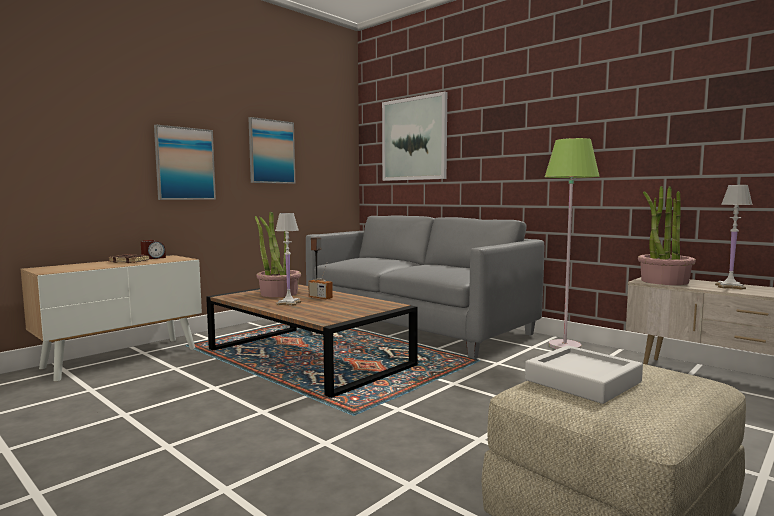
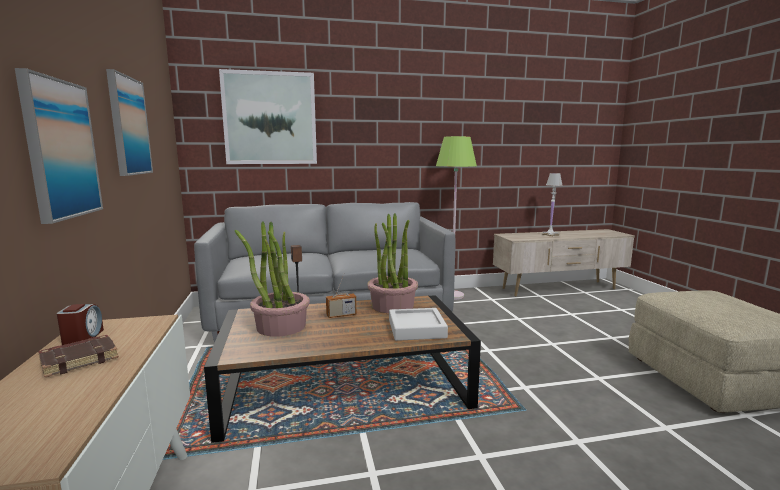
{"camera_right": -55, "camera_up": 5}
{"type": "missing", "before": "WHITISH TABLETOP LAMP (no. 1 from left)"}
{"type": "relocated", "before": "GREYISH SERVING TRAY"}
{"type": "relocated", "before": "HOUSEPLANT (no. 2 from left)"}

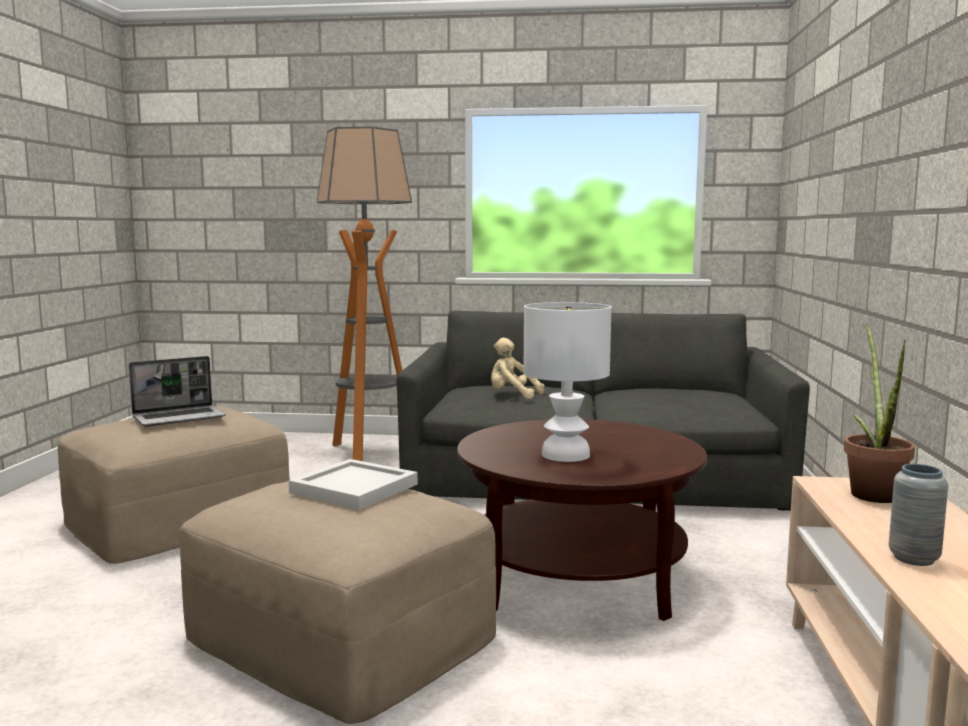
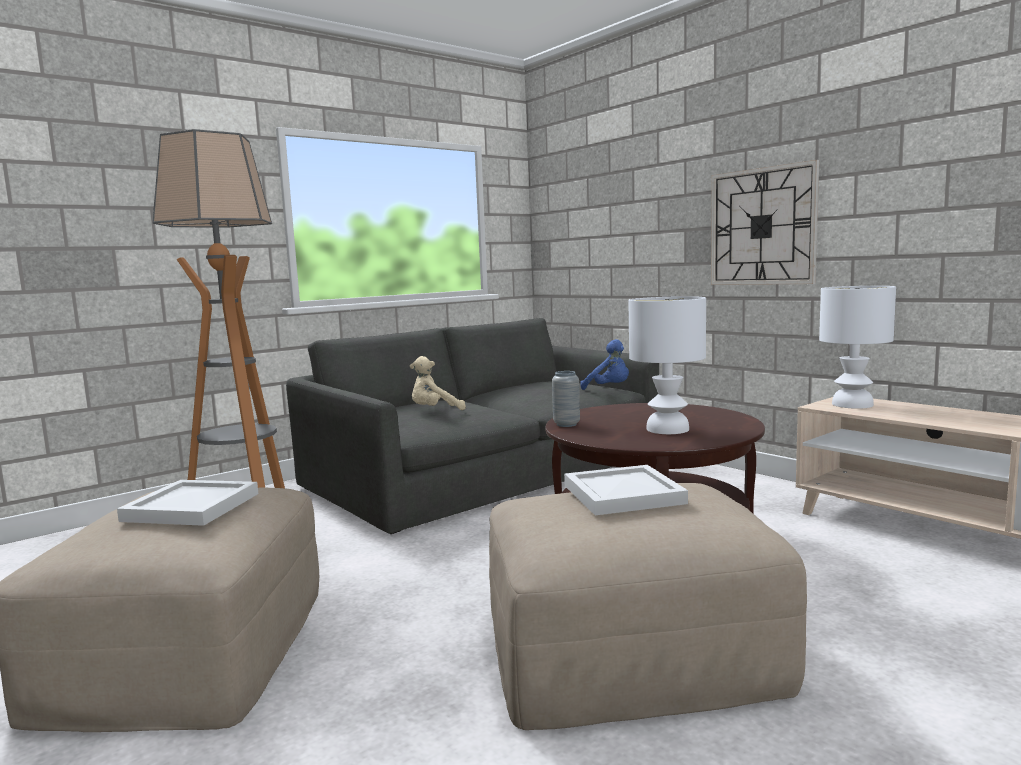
{"camera_right": -45, "camera_up": 0}
{"type": "exchanged", "before": "PORTABLE COMPUTER", "after": "WHITISH SERVING TRAY (no. 1 from left)"}
{"type": "exchanged", "before": "HOUSEPLANT", "after": "WHITISH TABLETOP LAMP (no. 2 from left)"}
{"type": "relocated", "before": "GREYISH FLOWER VASE"}
{"type": "appeared", "after": "BLUE-COLOURED CUDDLY TOY"}
{"type": "appeared", "after": "HANGING CLOCK"}

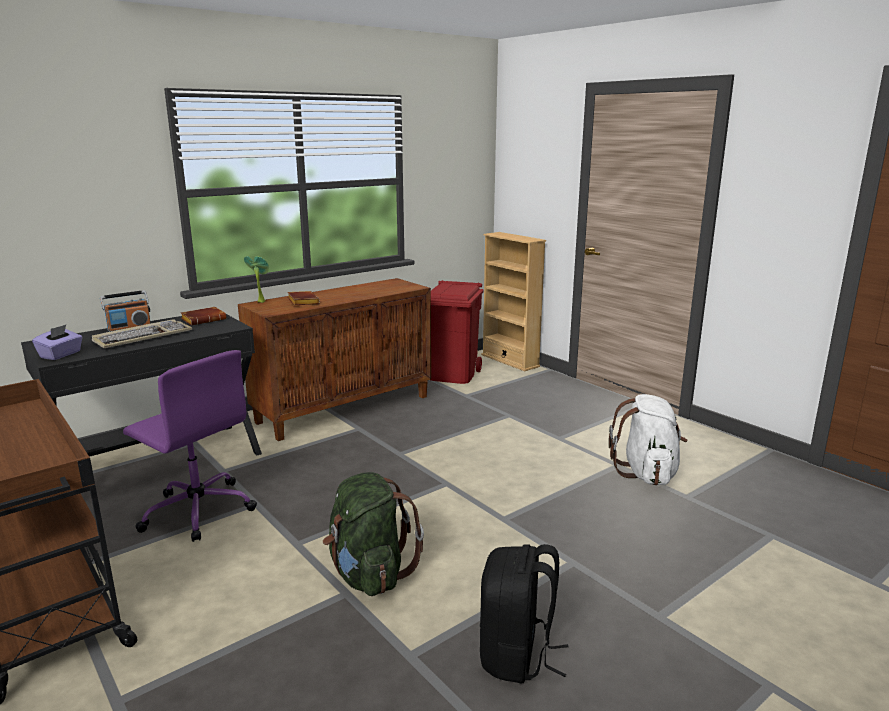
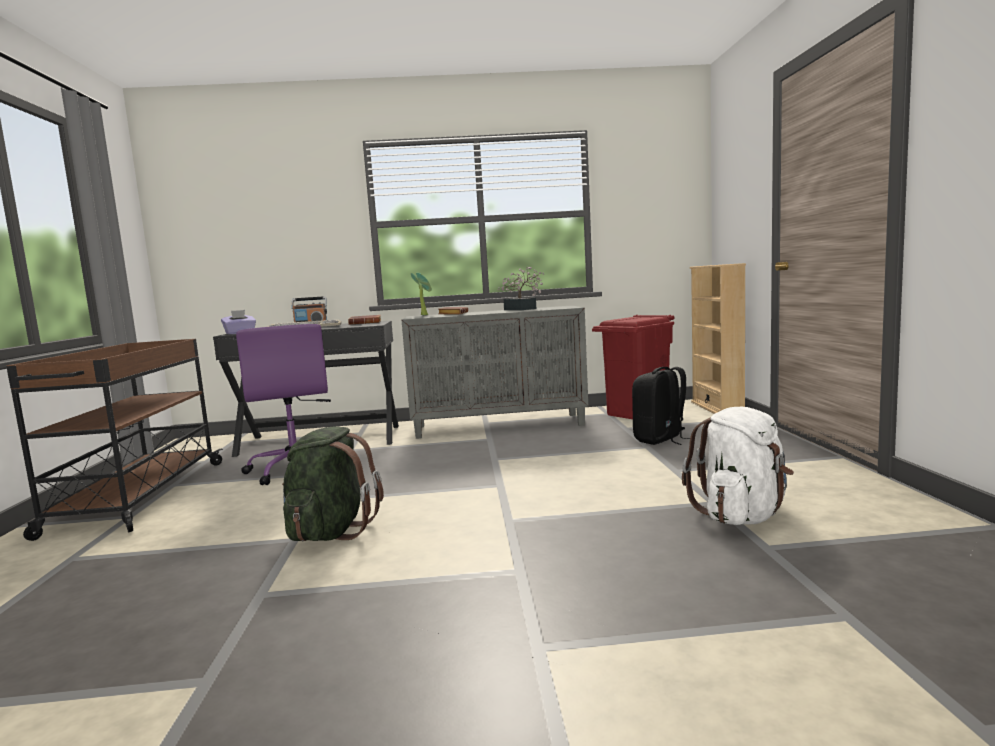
{"camera_right": 35, "camera_up": -10}
{"type": "colour", "before": "BROWN STORAGE CABINET", "after": "GREYISH STORAGE CABINET"}
{"type": "relocated", "before": "BLACK-COLOURED RUCKSACK"}
{"type": "appeared", "after": "HOUSEPLANT (no. 2 from left)"}

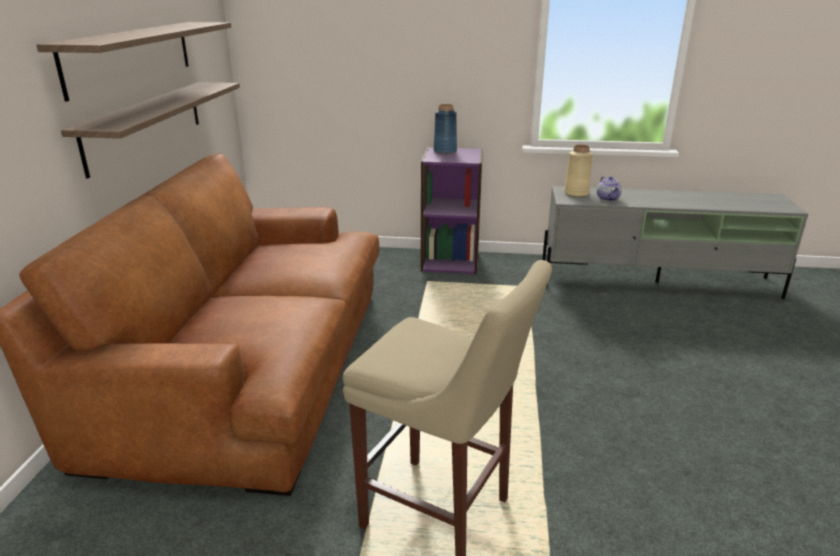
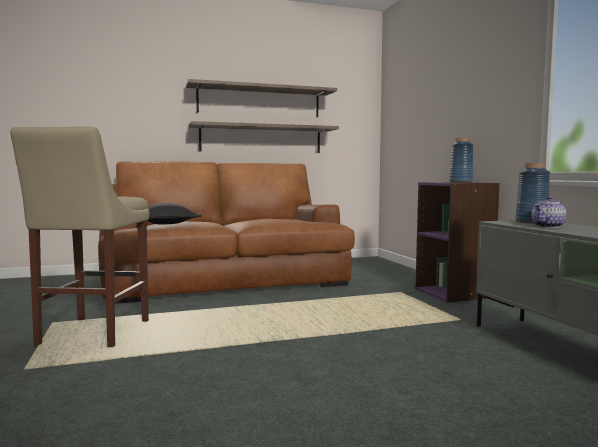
{"camera_right": 65, "camera_up": -20}
{"type": "colour", "before": "BEIGE FLOWER VASE", "after": "BLUE-COLOURED FLOWER VASE (no. 2 from left)"}
{"type": "appeared", "after": "BLACK-COLOURED PILLOW"}

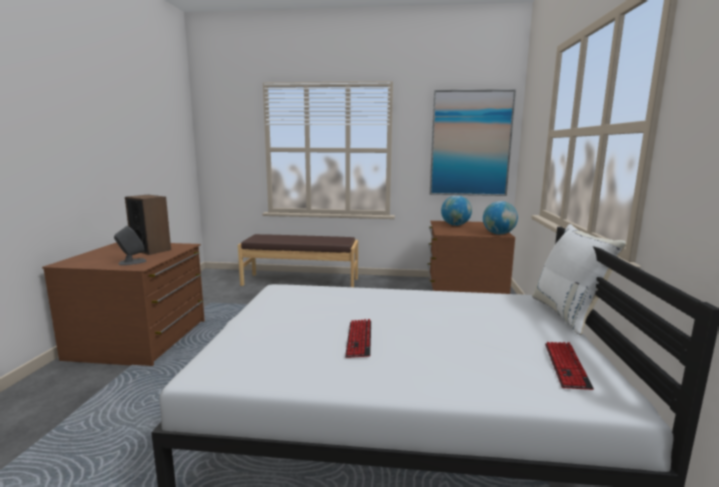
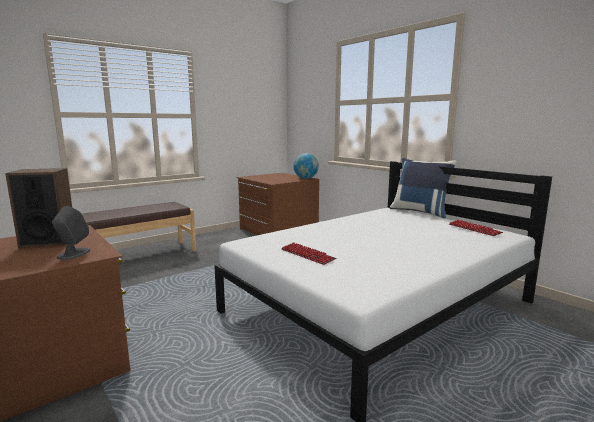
{"camera_right": -45, "camera_up": 0}
{"type": "relocated", "before": "KEYBOARD (no. 1 from left)"}
{"type": "missing", "before": "WALL PICTURE"}
{"type": "missing", "before": "DESK GLOBE (no. 1 from left)"}
{"type": "colour", "before": "WHITISH PILLOW", "after": "BLUE-COLOURED PILLOW"}

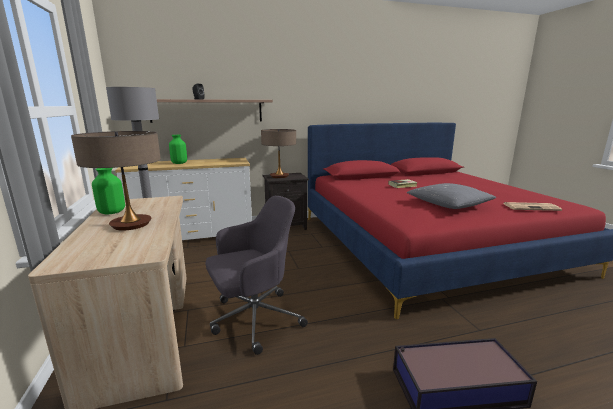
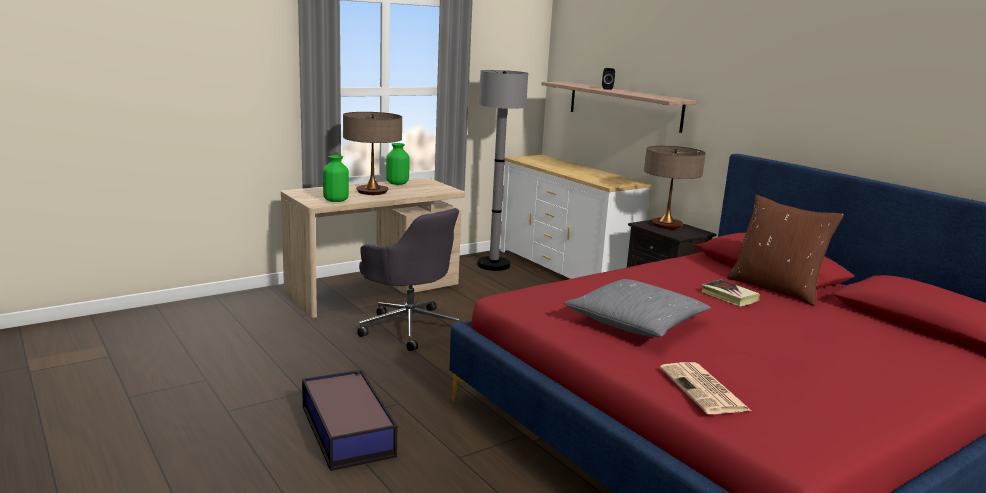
{"camera_right": 70, "camera_up": 0}
{"type": "relocated", "before": "GREENISH FLOWER VASE (no. 2 from left in the first image)", "after": "GREENISH FLOWER VASE (no. 1 from left)"}
{"type": "appeared", "after": "BROWN PILLOW"}

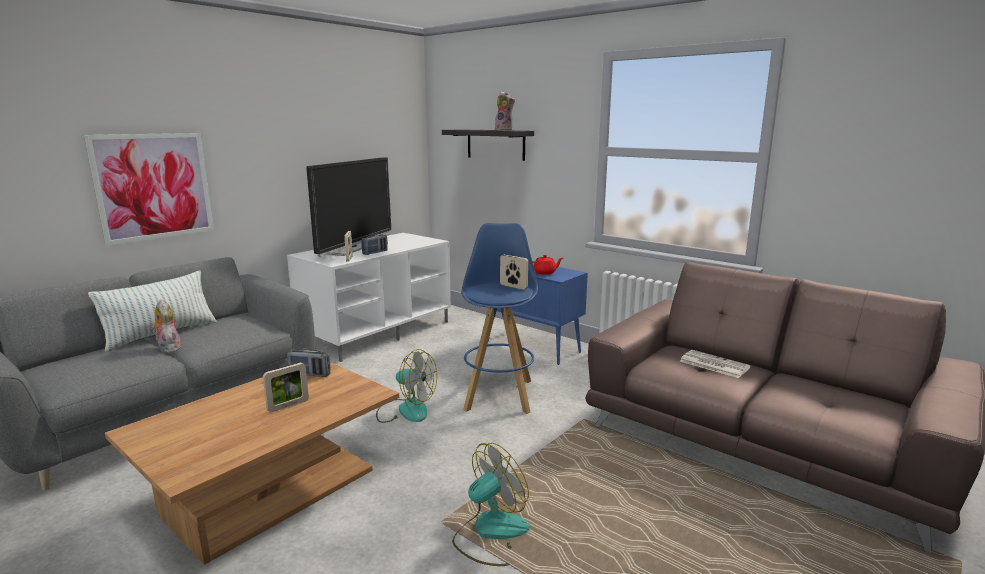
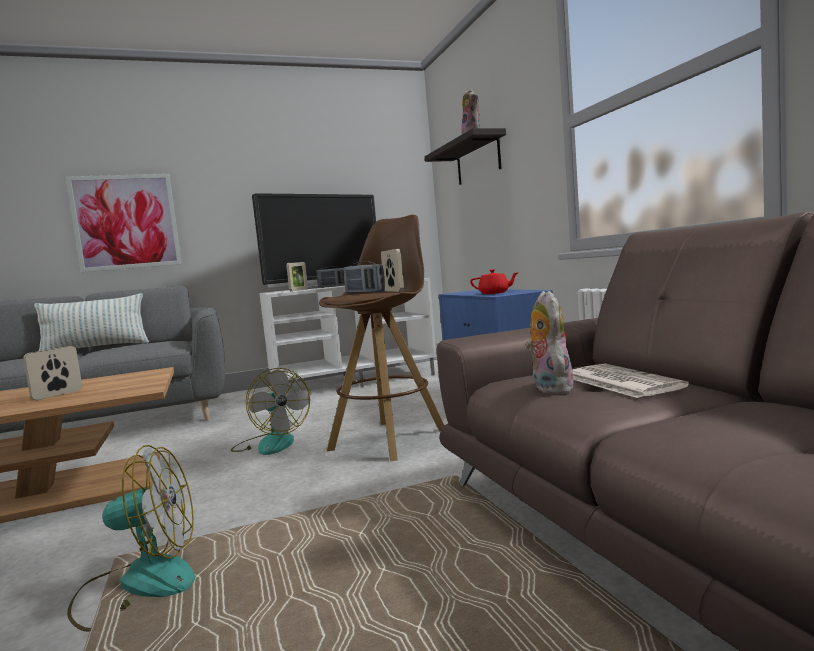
{"camera_right": 30, "camera_up": -10}
{"type": "relocated", "before": "CUDDLY TOY (no. 1 from left in the first image)", "after": "CUDDLY TOY (no. 2 from left)"}
{"type": "spun", "before": "STANDING FRAME (no. 1 from left)", "turn": 135}
{"type": "relocated", "before": "RADIO RECEIVER (no. 1 from left in the first image)", "after": "RADIO RECEIVER (no. 2 from left)"}
{"type": "colour", "before": "BLUE-COLOURED STOOL SEAT", "after": "BROWN STOOL SEAT"}

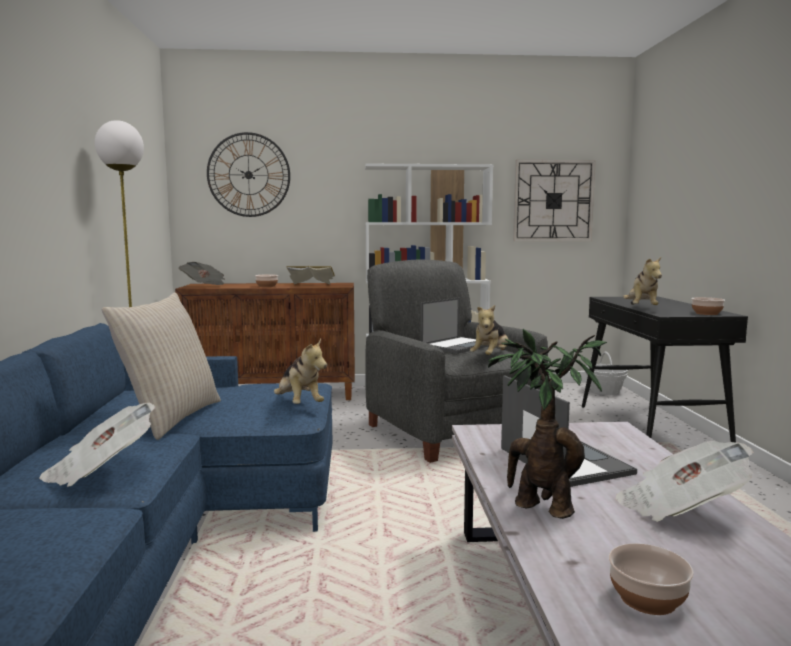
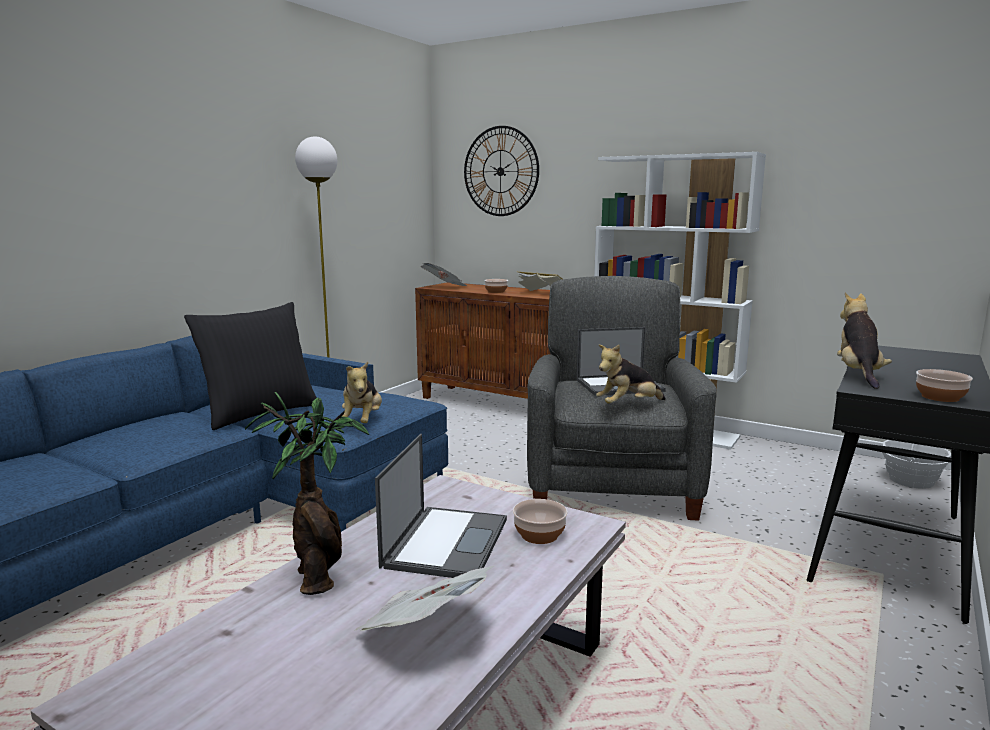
{"camera_right": 35, "camera_up": 5}
{"type": "missing", "before": "DAILY PAPER (no. 1 from left)"}
{"type": "colour", "before": "BEIGE PILLOW", "after": "BLACK-COLOURED PILLOW"}
{"type": "missing", "before": "HANGING CLOCK (no. 2 from left)"}
{"type": "relocated", "before": "BOWL (no. 2 from left)"}
{"type": "spun", "before": "CUDDLY TOY (no. 3 from left)", "turn": 150}

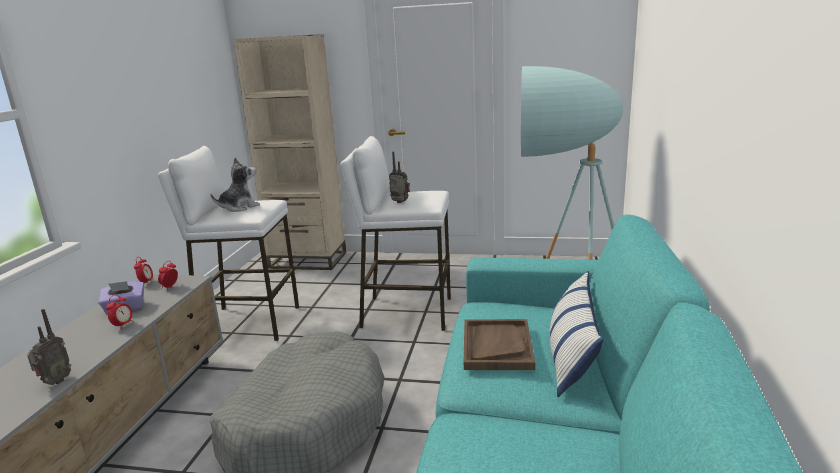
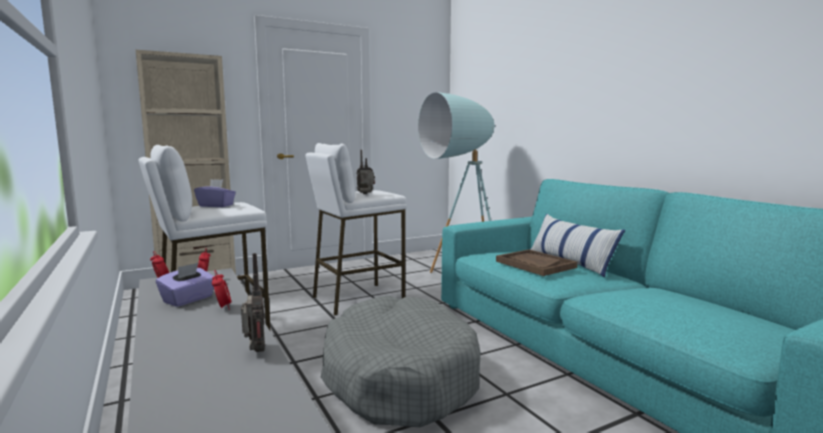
{"camera_right": -40, "camera_up": -10}
{"type": "exchanged", "before": "CUDDLY TOY", "after": "PURPLE TISSUE HOLDER (no. 2 from left)"}

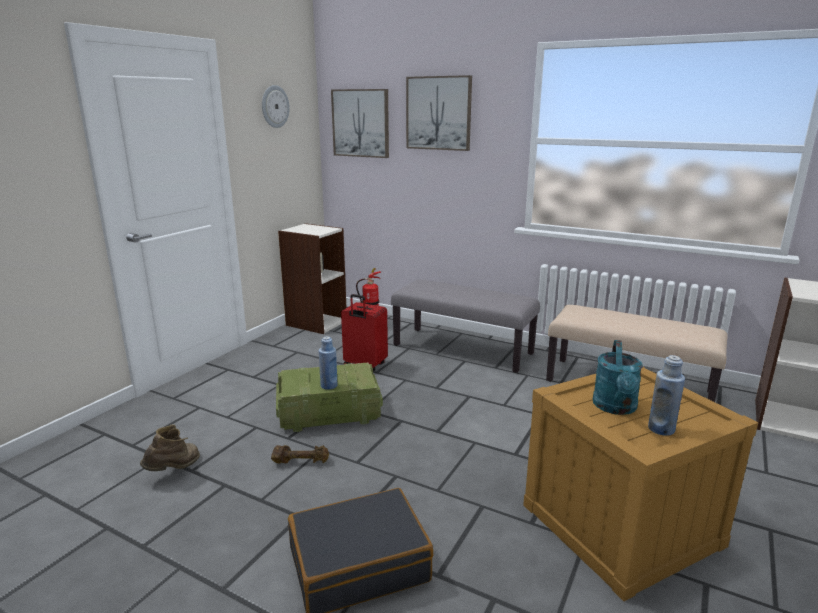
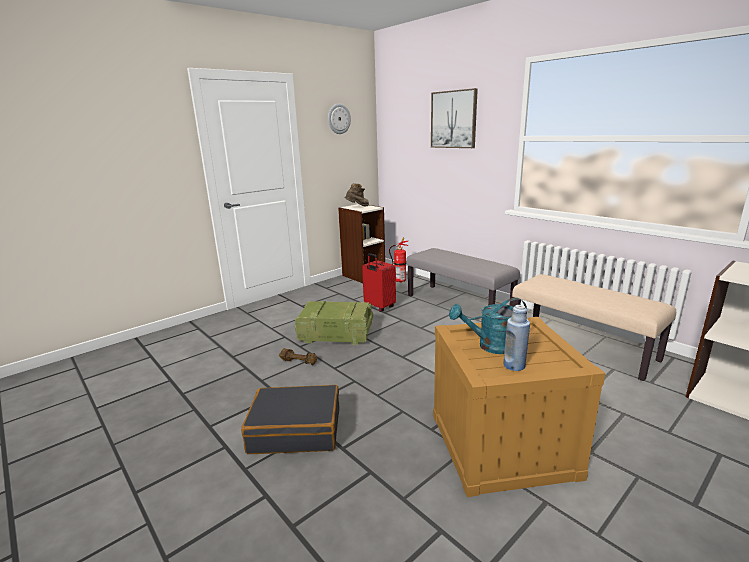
{"camera_right": 20, "camera_up": 0}
{"type": "relocated", "before": "BROWN TALL BOOT"}
{"type": "missing", "before": "BLUE-COLOURED BEVERAGE BOTTLE (no. 1 from left)"}
{"type": "missing", "before": "WALL PICTURE (no. 1 from left)"}
{"type": "spun", "before": "BLUE-GREEN WATERING CAN", "turn": 45}

